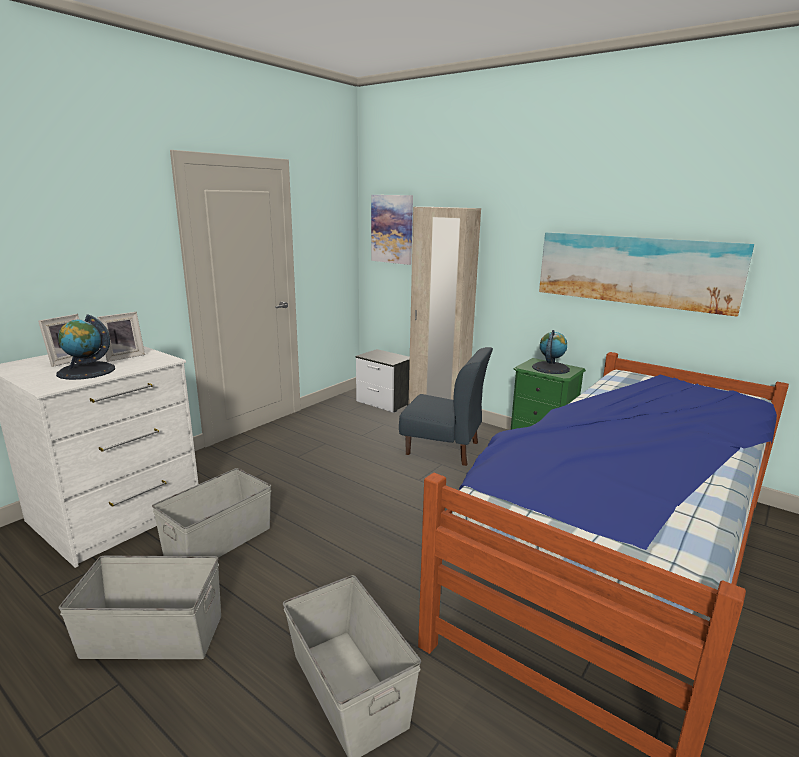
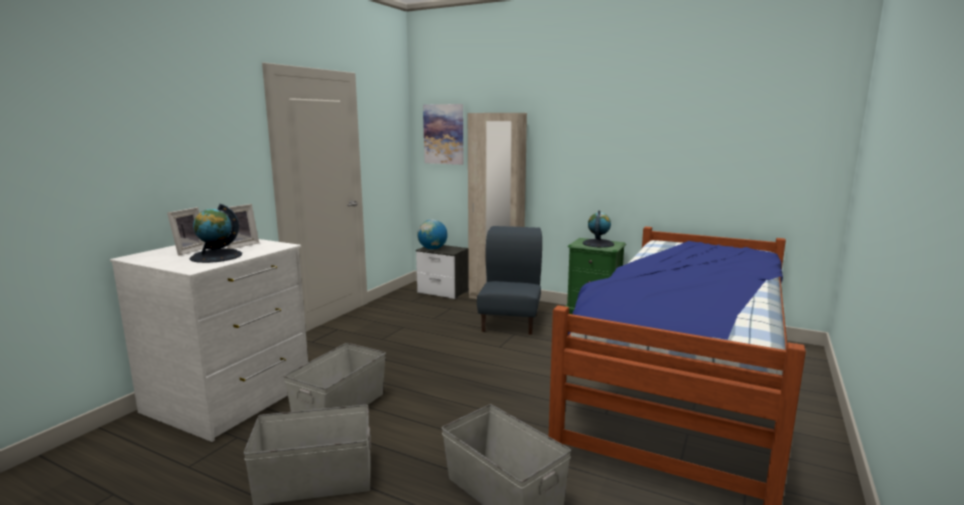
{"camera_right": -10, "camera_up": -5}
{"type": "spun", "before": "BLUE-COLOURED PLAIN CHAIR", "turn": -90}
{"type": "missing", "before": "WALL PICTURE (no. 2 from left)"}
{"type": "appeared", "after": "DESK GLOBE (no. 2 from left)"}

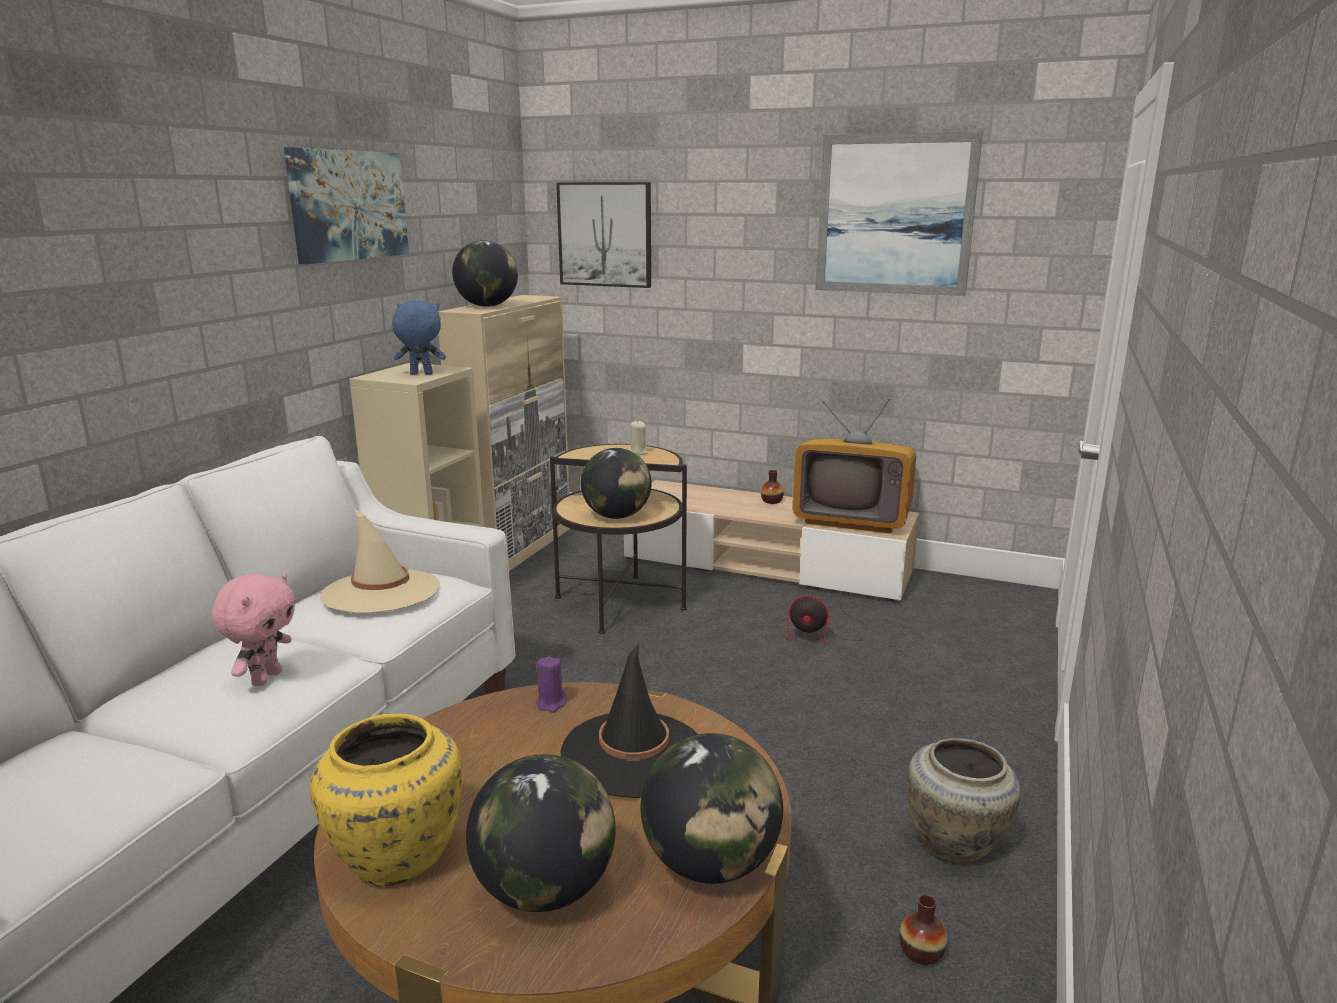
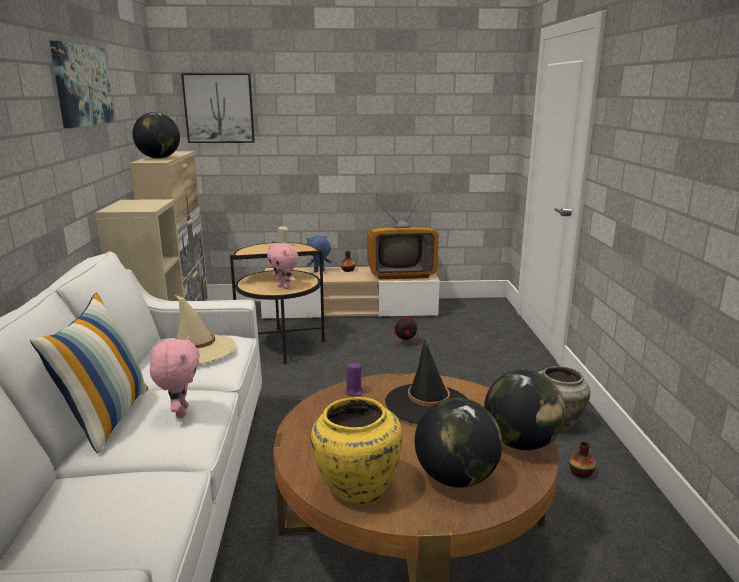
{"camera_right": -25, "camera_up": 0}
{"type": "relocated", "before": "BLUE-COLOURED CUDDLY TOY"}
{"type": "exchanged", "before": "DESK GLOBE (no. 3 from left)", "after": "PINKISH CUDDLY TOY (no. 2 from left)"}
{"type": "missing", "before": "WALL PICTURE (no. 3 from left)"}
{"type": "appeared", "after": "PILLOW"}

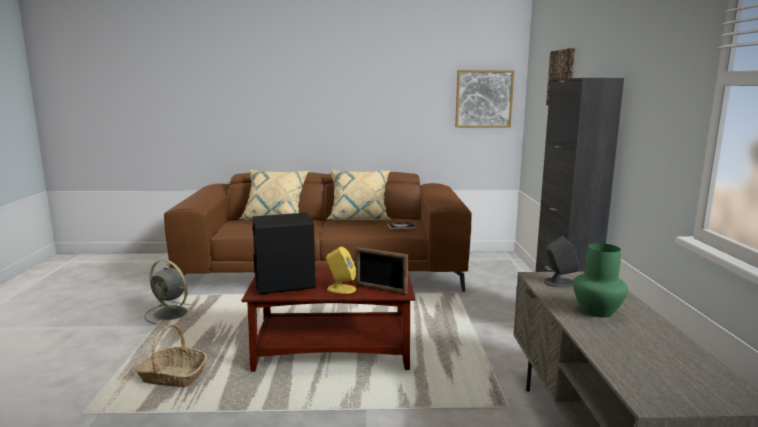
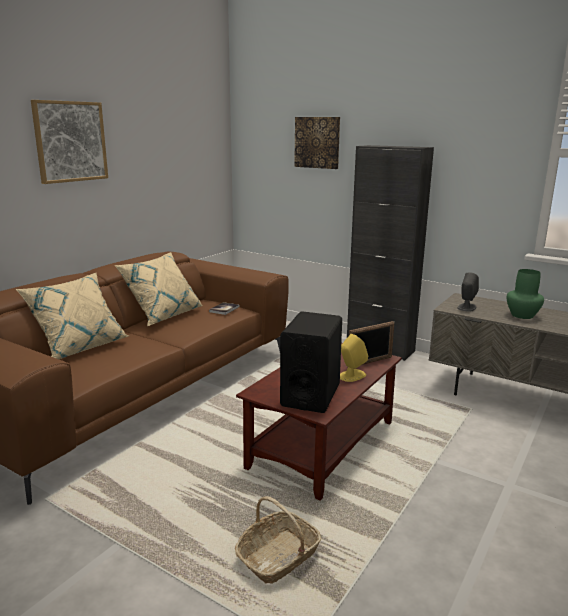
{"camera_right": -55, "camera_up": 5}
{"type": "missing", "before": "GREYISH COOLING FAN"}
{"type": "relocated", "before": "WALL PICTURE (no. 1 from left)"}

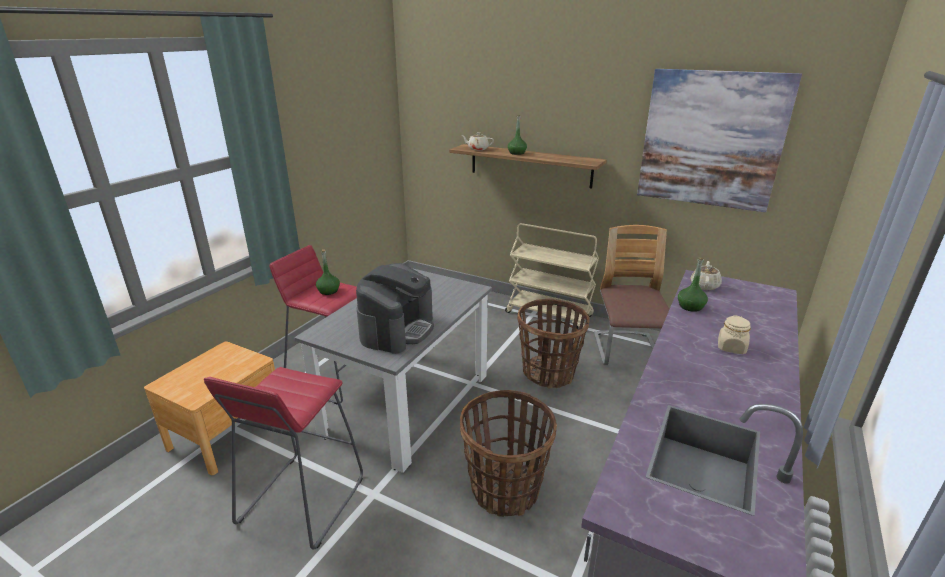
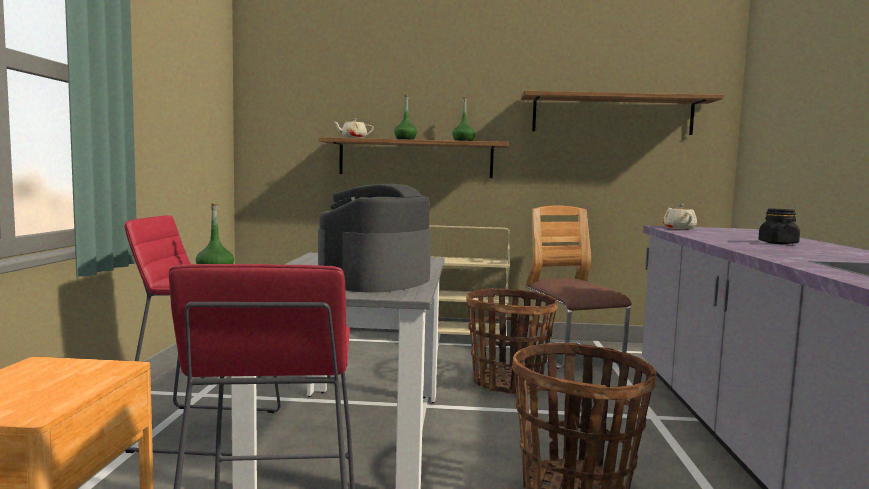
{"camera_right": -25, "camera_up": -20}
{"type": "spun", "before": "COFFEE MACHINE", "turn": -150}
{"type": "exchanged", "before": "WALL PICTURE", "after": "SHELF (no. 2 from left)"}
{"type": "relocated", "before": "GREENISH BEVERAGE BOTTLE (no. 3 from left)"}
{"type": "colour", "before": "BEIGE STORAGE JAR", "after": "BLACK-COLOURED STORAGE JAR"}

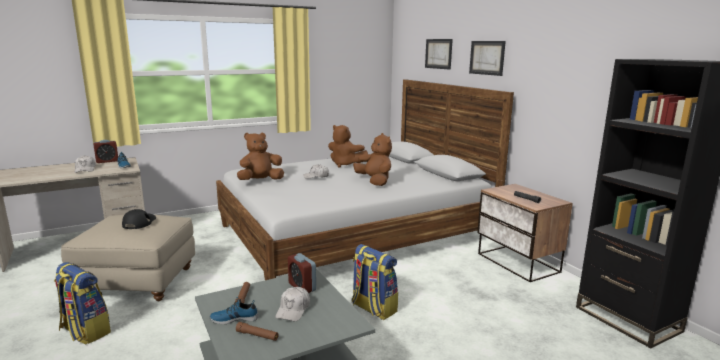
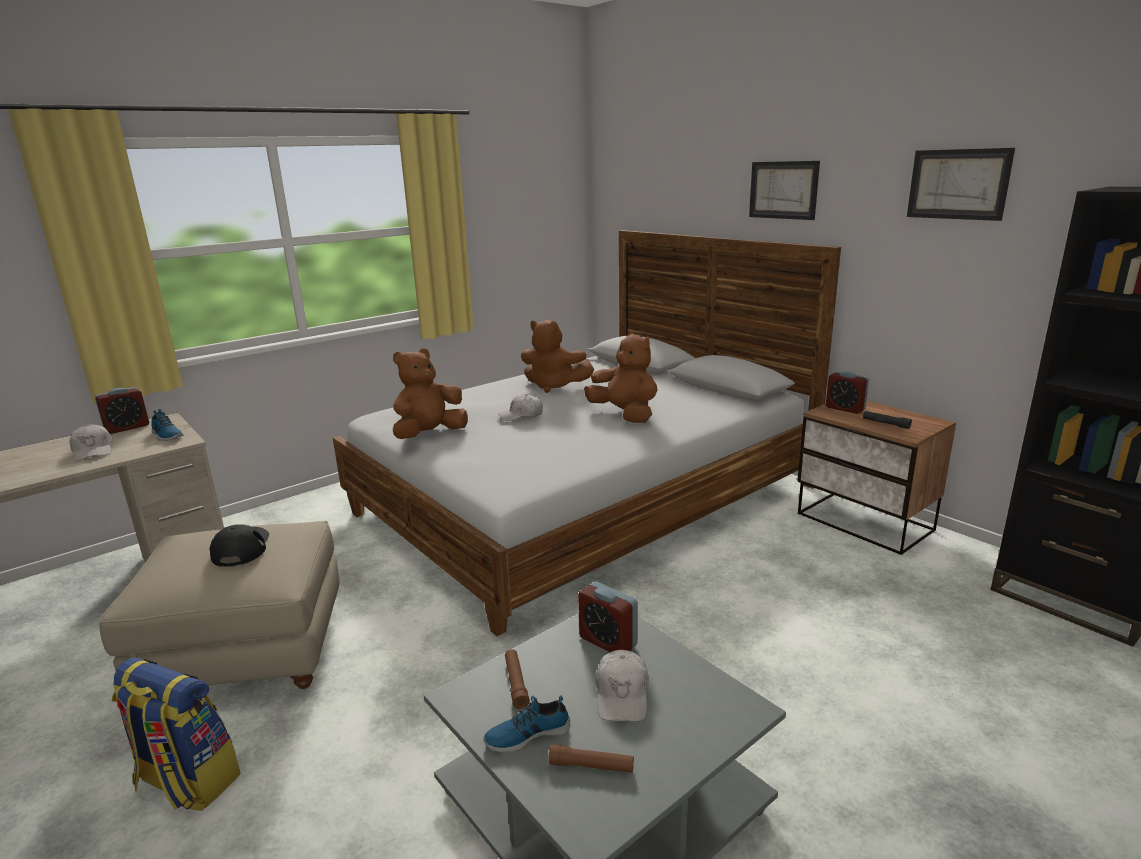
{"camera_right": -10, "camera_up": 5}
{"type": "missing", "before": "RUCKSACK (no. 2 from left)"}
{"type": "relocated", "before": "WALL PICTURE (no. 1 from left in the first image)", "after": "WALL PICTURE (no. 2 from left)"}
{"type": "appeared", "after": "BEDSIDE CLOCK (no. 3 from left)"}

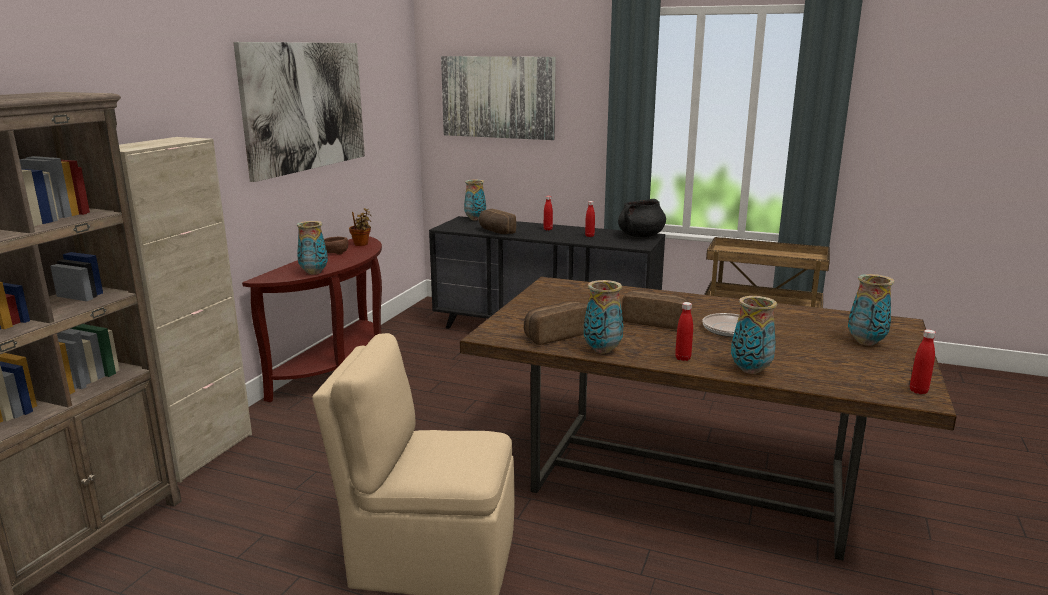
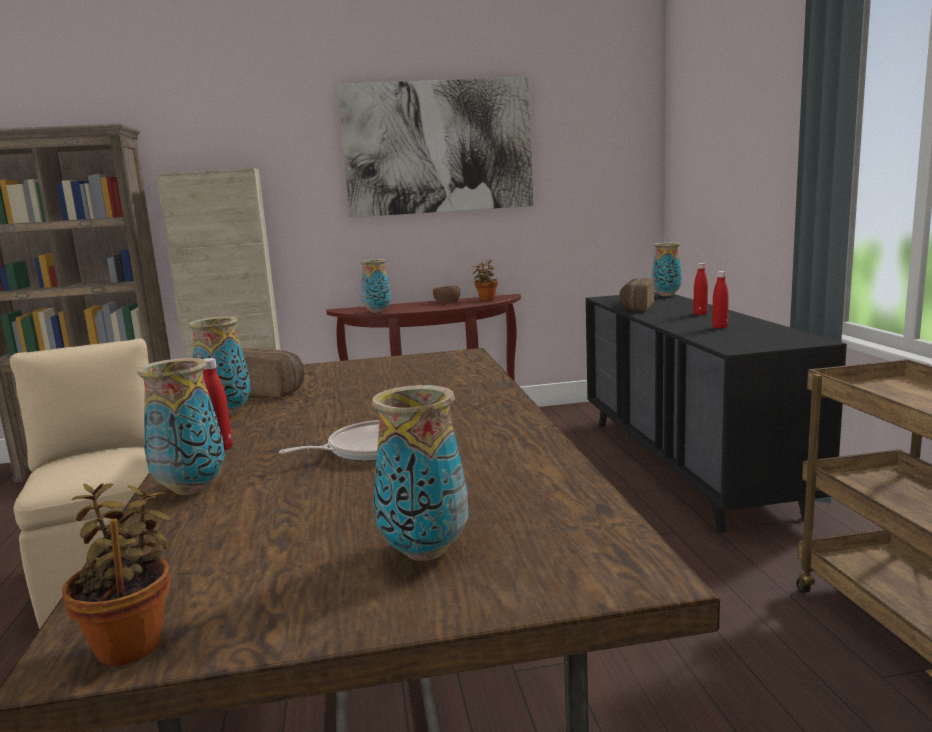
{"camera_right": 60, "camera_up": -5}
{"type": "missing", "before": "WALL PICTURE (no. 2 from left)"}
{"type": "missing", "before": "BLACK-COLOURED STOCKPOT"}
{"type": "missing", "before": "BAKERY BREAD (no. 3 from left)"}
{"type": "exchanged", "before": "REDDISH BEVERAGE BOTTLE (no. 4 from left)", "after": "HOUSEPLANT (no. 1 from left)"}

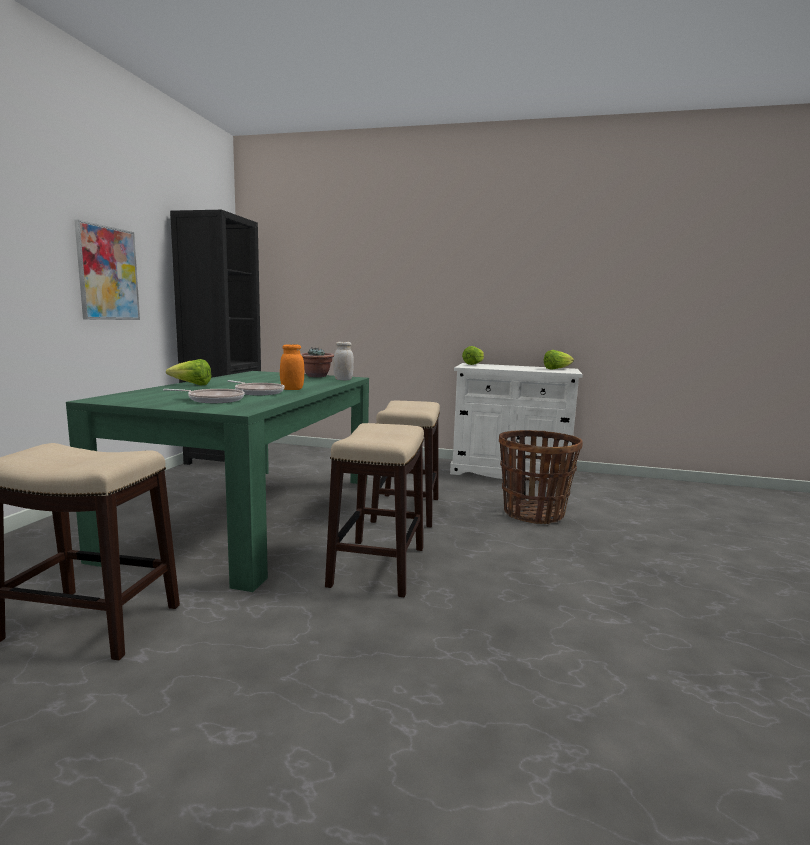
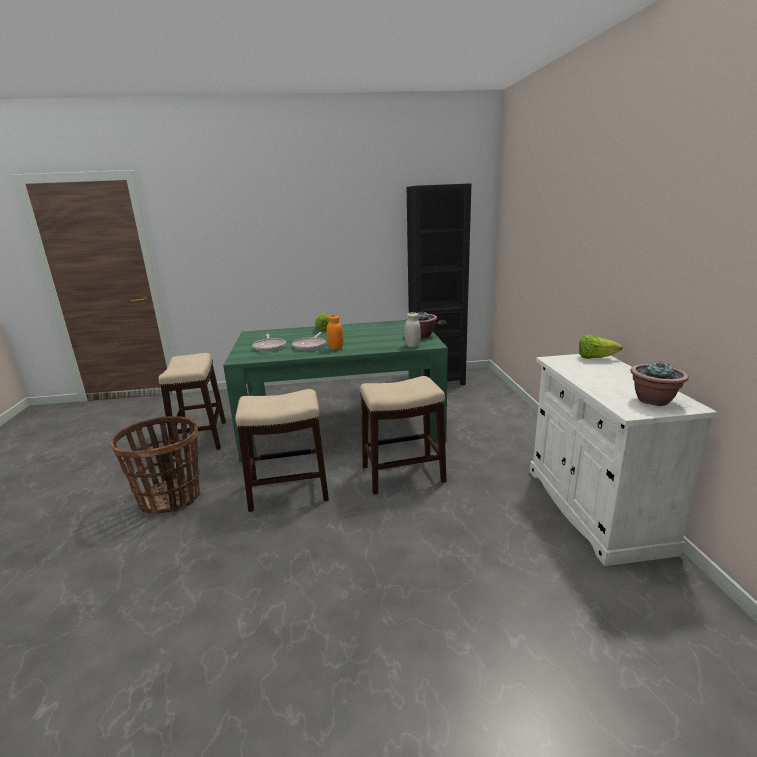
{"camera_right": 70, "camera_up": 10}
{"type": "missing", "before": "WALL PICTURE"}
{"type": "relocated", "before": "HOUSEHOLD BASKET"}
{"type": "exchanged", "before": "HEAD OF LETTUCE (no. 3 from left)", "after": "HOUSEPLANT (no. 2 from left)"}

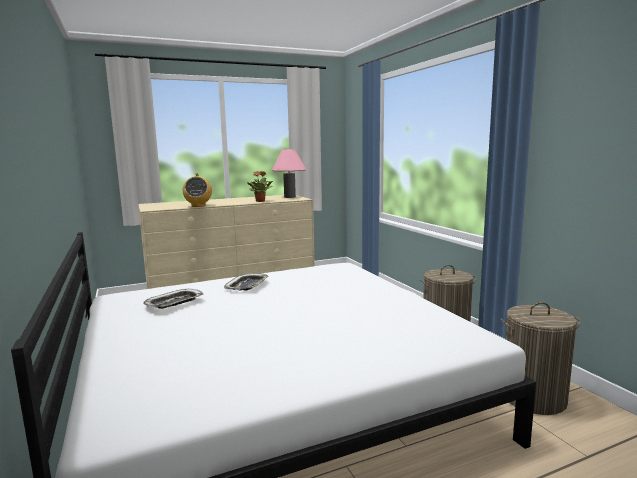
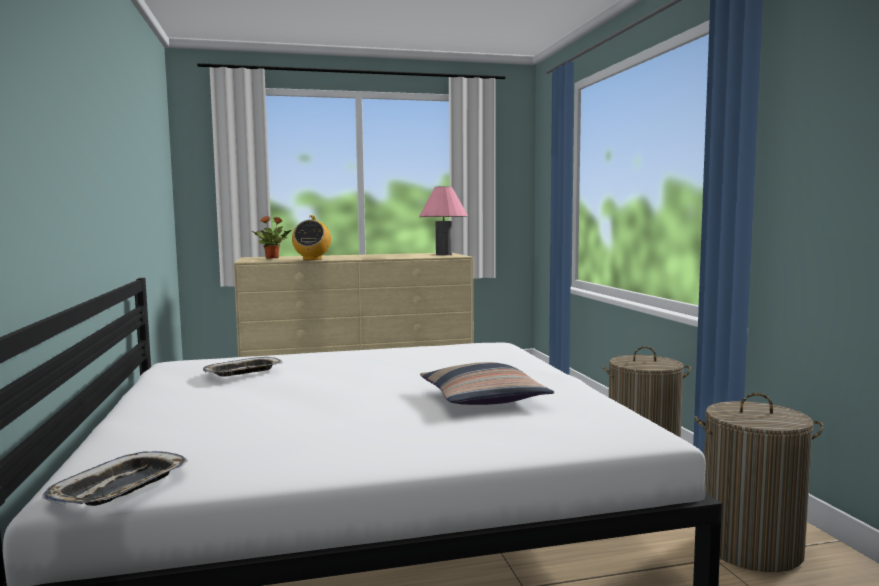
{"camera_right": 10, "camera_up": -5}
{"type": "relocated", "before": "SERVING TRAY (no. 2 from left in the first image)", "after": "SERVING TRAY (no. 1 from left)"}
{"type": "relocated", "before": "HOUSEPLANT"}
{"type": "appeared", "after": "PILLOW"}

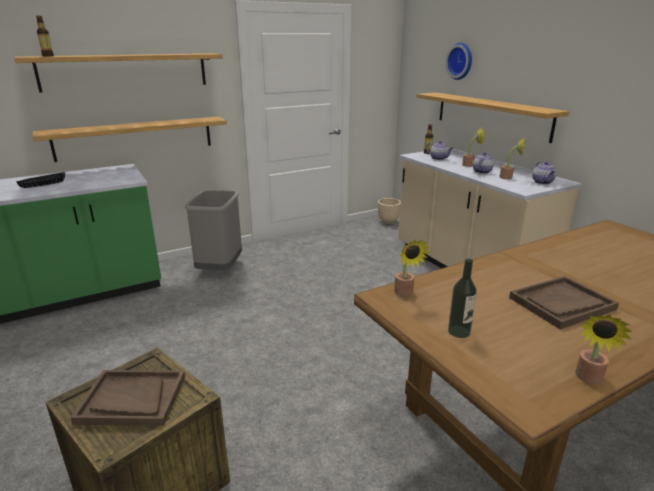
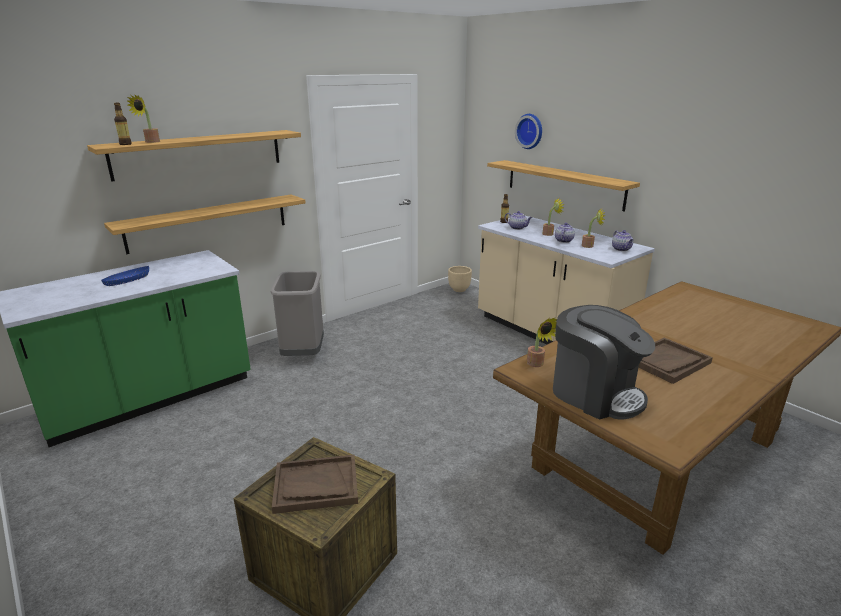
{"camera_right": -10, "camera_up": 0}
{"type": "colour", "before": "BLACK-COLOURED BOWL", "after": "BLUE-COLOURED BOWL"}
{"type": "exchanged", "before": "BEVERAGE BOTTLE (no. 3 from left)", "after": "COFFEE MACHINE"}
{"type": "relocated", "before": "HOUSEPLANT (no. 4 from left in the first image)", "after": "HOUSEPLANT (no. 1 from left)"}

